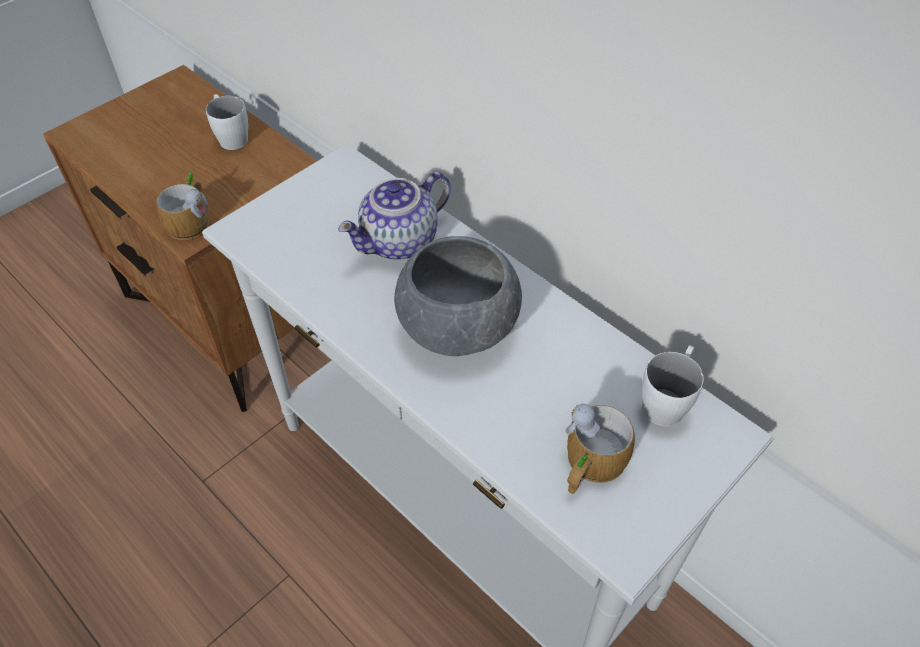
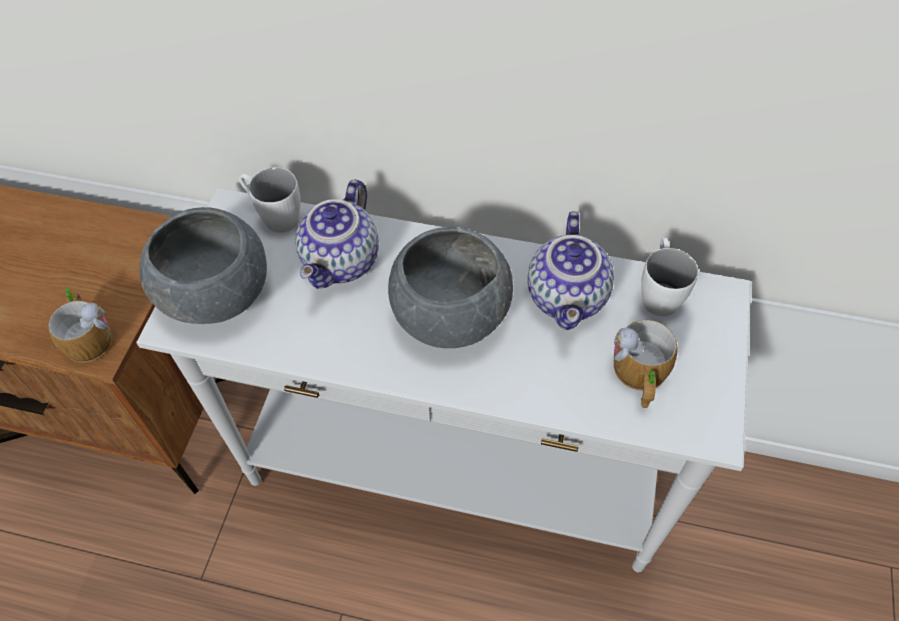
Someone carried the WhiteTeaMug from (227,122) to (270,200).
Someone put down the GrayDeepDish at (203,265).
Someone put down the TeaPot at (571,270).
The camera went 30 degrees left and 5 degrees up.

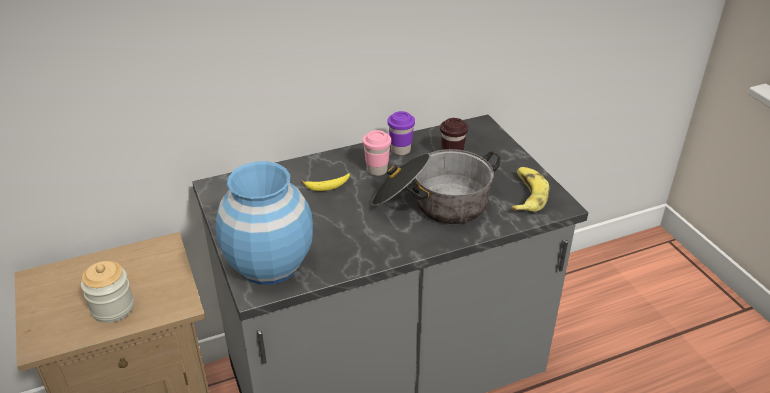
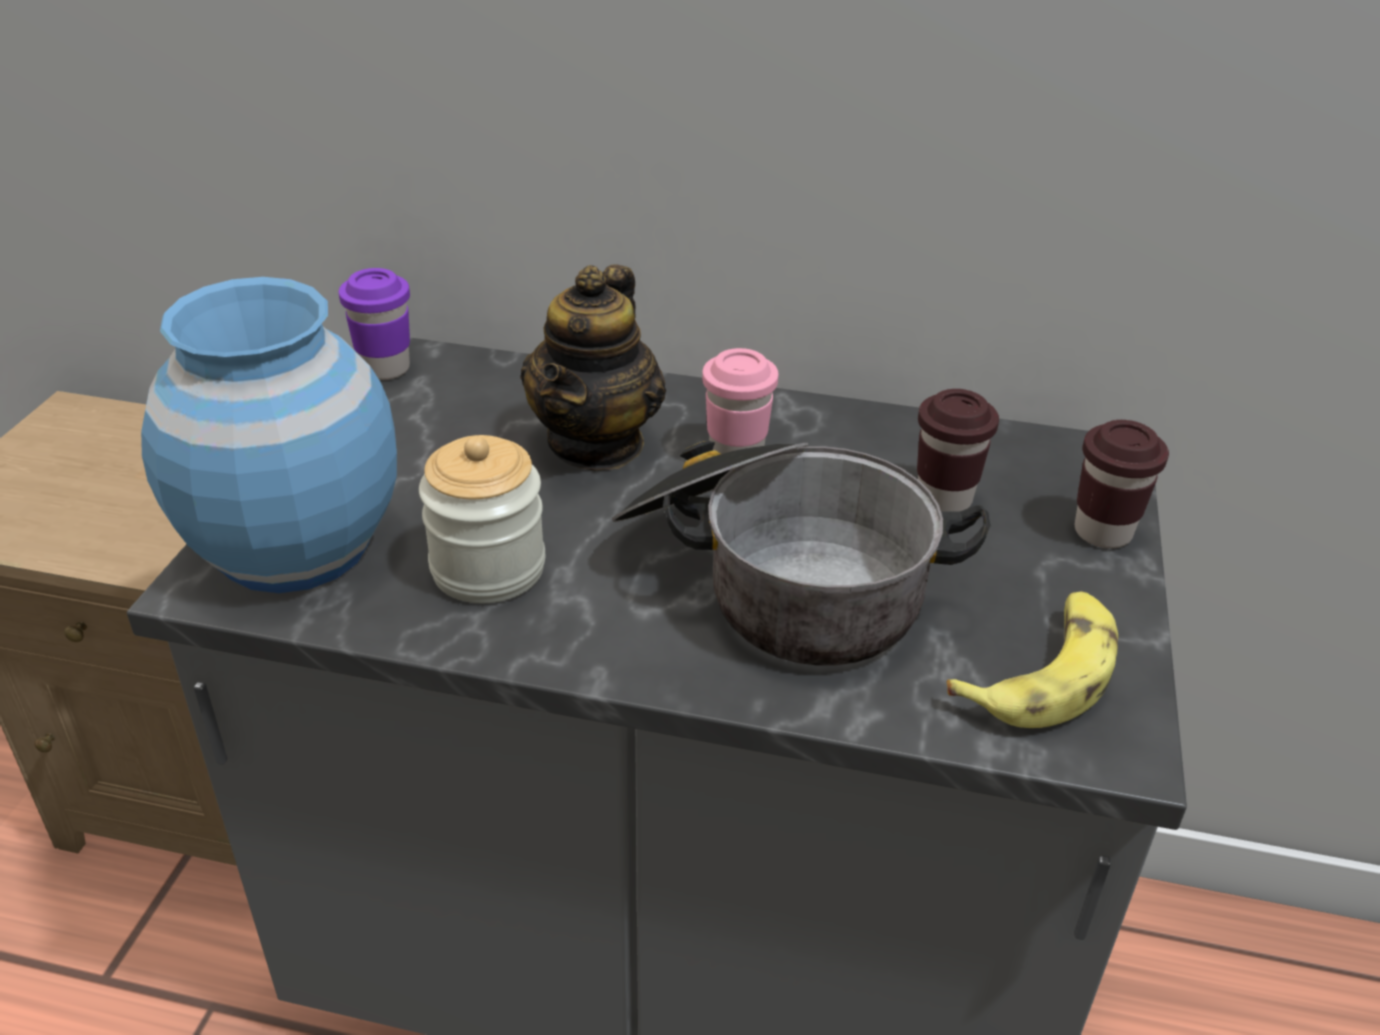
Someone carried the PurpleCup from (401,133) to (374,324).
Someone swapped the Banana at (325,182) for the TeaPot at (593,367).
Someone carried the StorageJar from (107,292) to (482,519).
Someone put down the BrownishCup at (1122,484).
The camera went 35 degrees right and 0 degrees up.

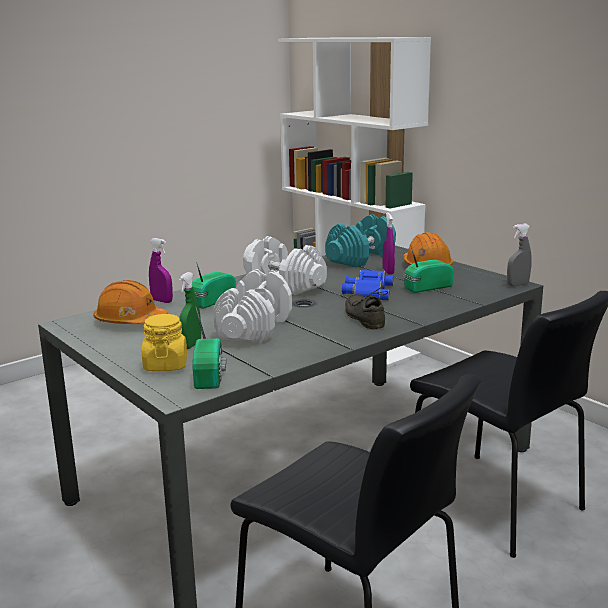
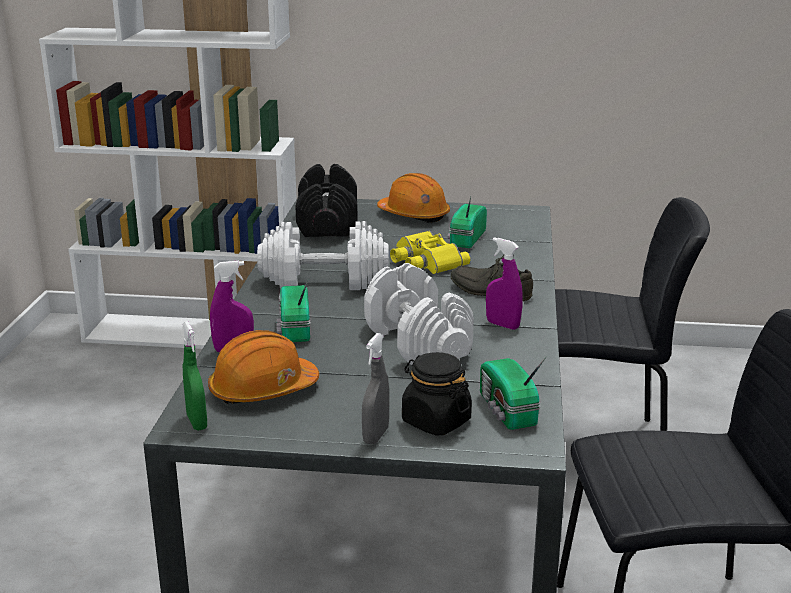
Someone carried the PurpleSprayer from (389,243) to (504,283).
Someone repainted the TurquoiseColouredDumbbell at (360,241), which became the BlackDumbbell at (326,200).
Someone carried the GraySprayer from (519,254) to (375,388).
Someone repainted the BlueFieldGlasses at (368,285), which became the YellowishFieldGlasses at (430,252).
Someone carried the GreenishSprayer from (190,310) to (194,376).
Someone rotated the RadioReceiver at (210,347) by 150 degrees counterclockwise.
Someone repainted the YellowishStorageJar at (164,342), which became the BlackStorageJar at (437,393).
The camera went 45 degrees left and 5 degrees up.

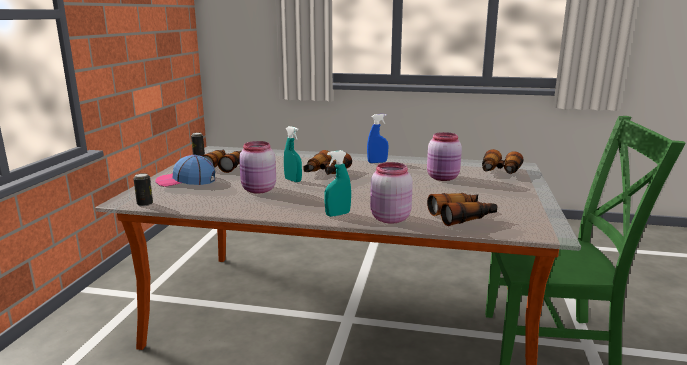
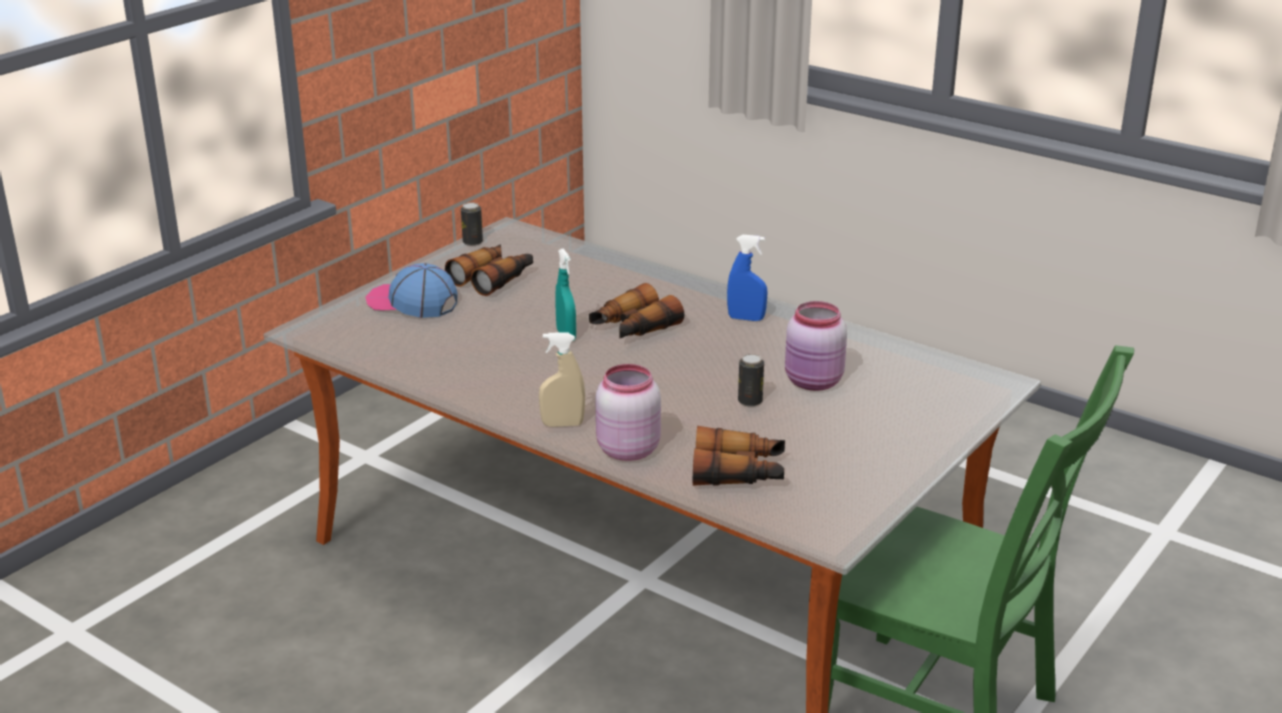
Someone took away the PinkColouredStorageJar at (257,167).
Someone took away the FieldGlasses at (502,161).
Someone repainted the TurquoiseColouredSprayer at (337,183), which became the SandColouredSprayer at (562,379).
Someone carried the Can from (143,189) to (751,380).
The camera went 25 degrees right and 10 degrees up.

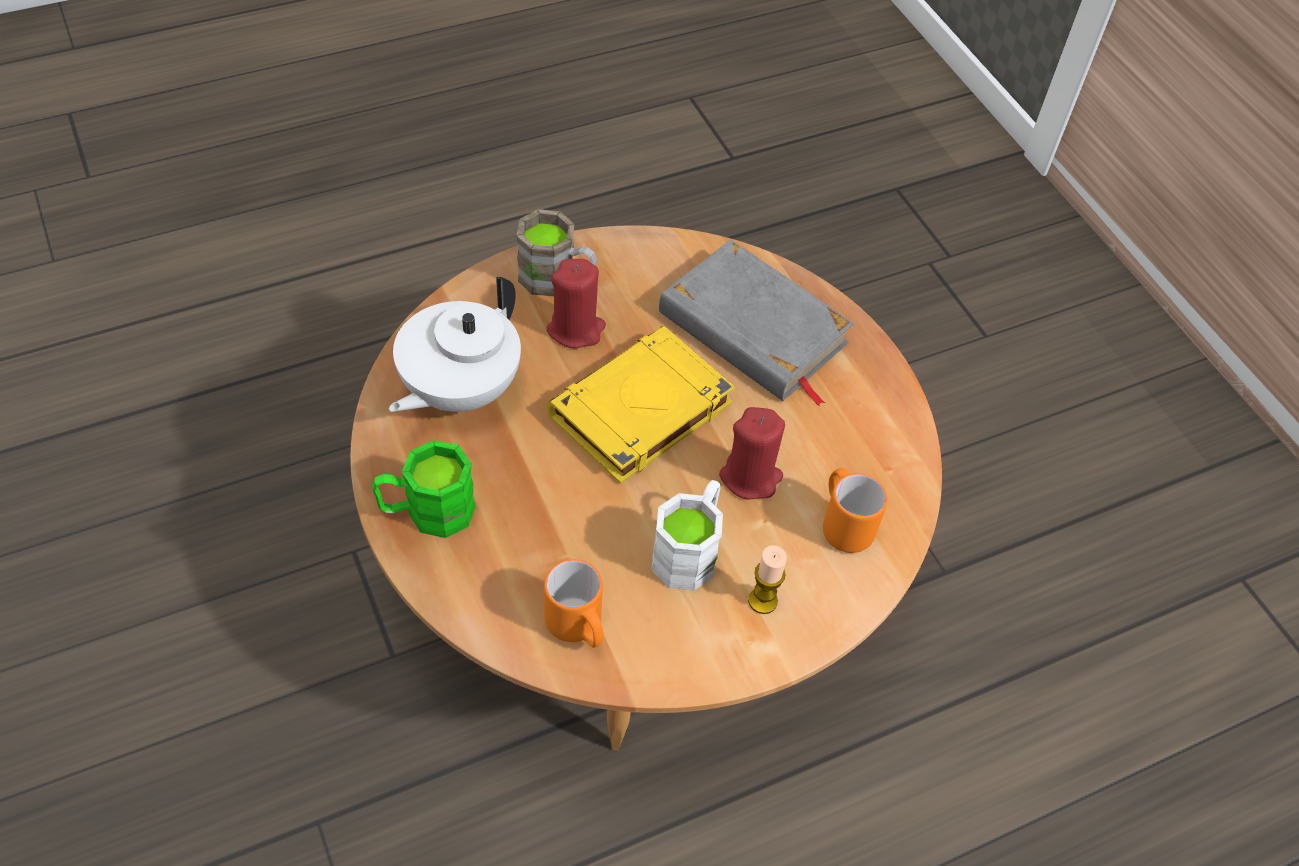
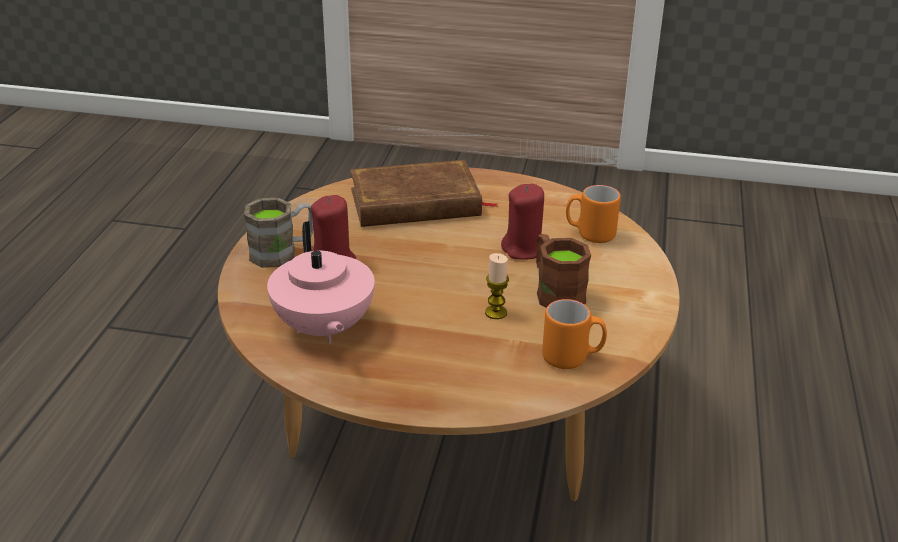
Someone repainted the GrayVolume at (756,323), which became the BrownishVolume at (424,193).
Someone repainted the WhiteTeaPot at (455,344), which became the PinkColouredTeaPot at (321,282).
Someone took away the YellowishVolume at (641,405).
Someone took away the GreenishTeaMug at (424,489).
Someone repainted the WhiteTeaMug at (687,535), which became the BrownishTeaMug at (563,271).
Someone carried the WaxCandle from (767,579) to (497,286).
The camera went 50 degrees left and 20 degrees down.

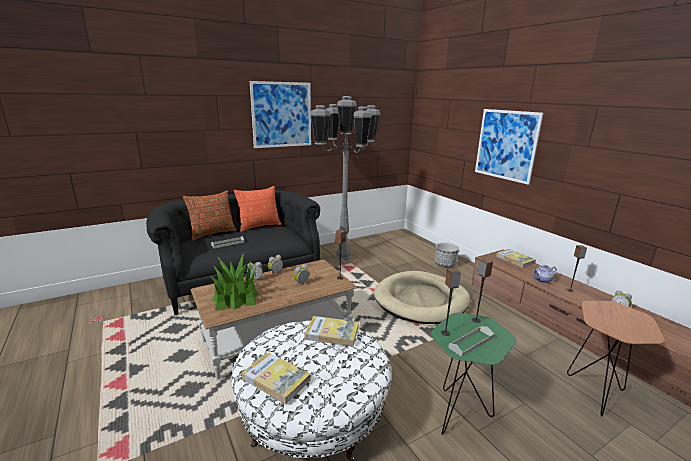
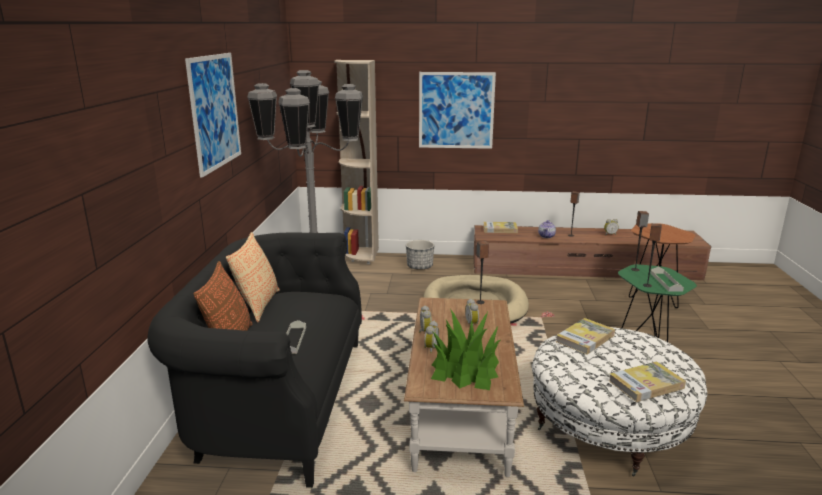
Someone repainted the OrangeThrowPillow at (257,209), which became the SandColouredThrowPillow at (253,277).
Someone put down the SandColouredShelvingUnit at (356,162).
The camera went 55 degrees left and 0 degrees up.

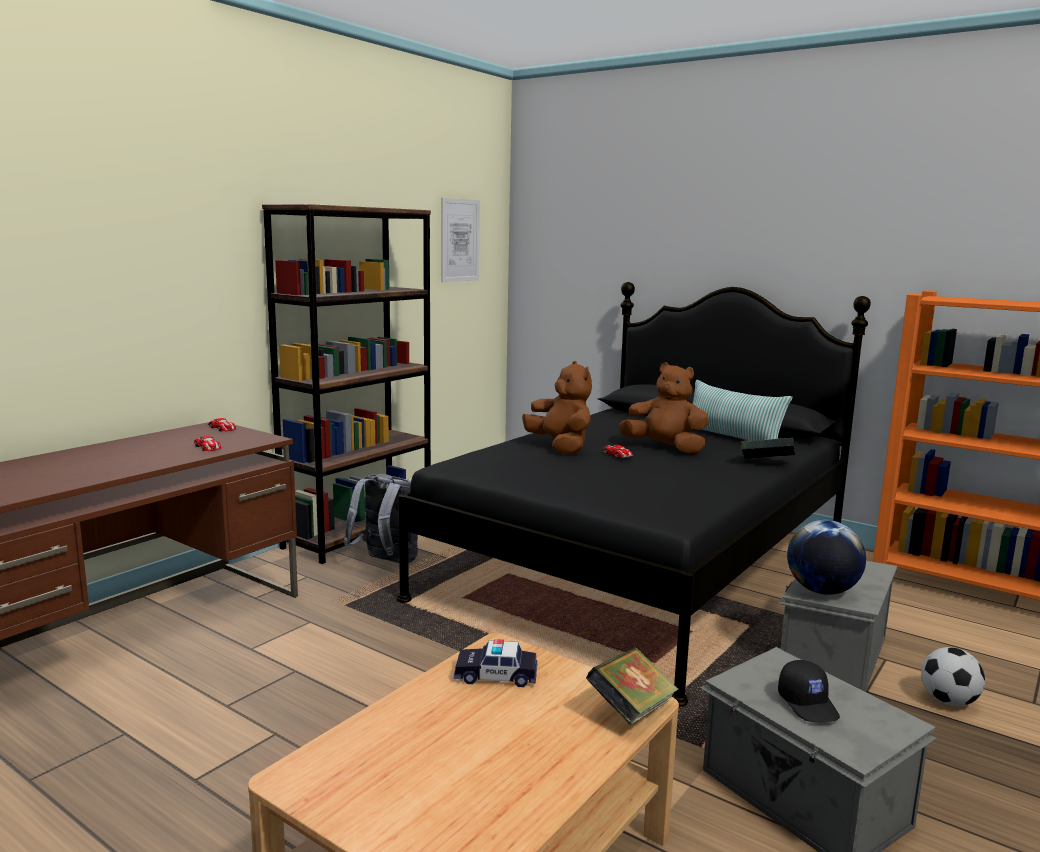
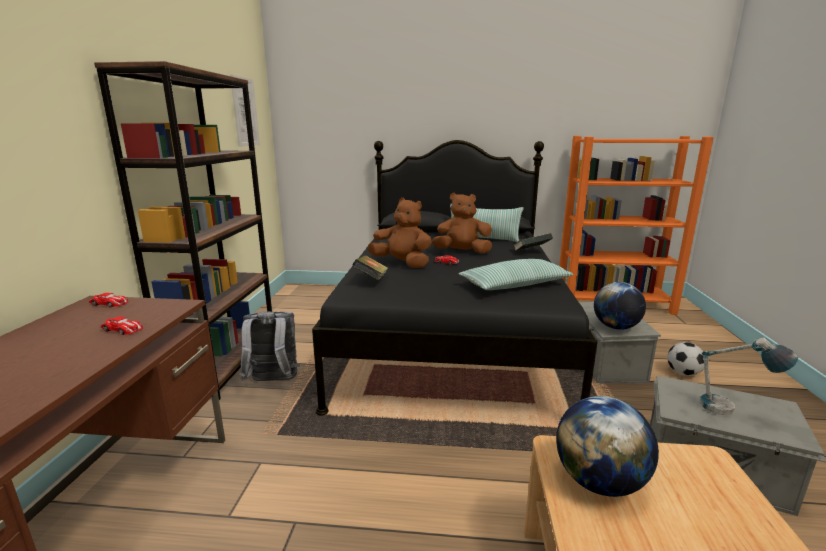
Someone swapped the MiniatureCar at (496,663) for the Globe at (607,446).
Someone carried the Volume from (632,686) to (370,267).
Someone swapped the BlackBaseballCap at (809,691) for the TabletopLamp at (749,376).
Someone put down the ThrowPillow at (515,274).
The camera went 30 degrees left and 5 degrees up.

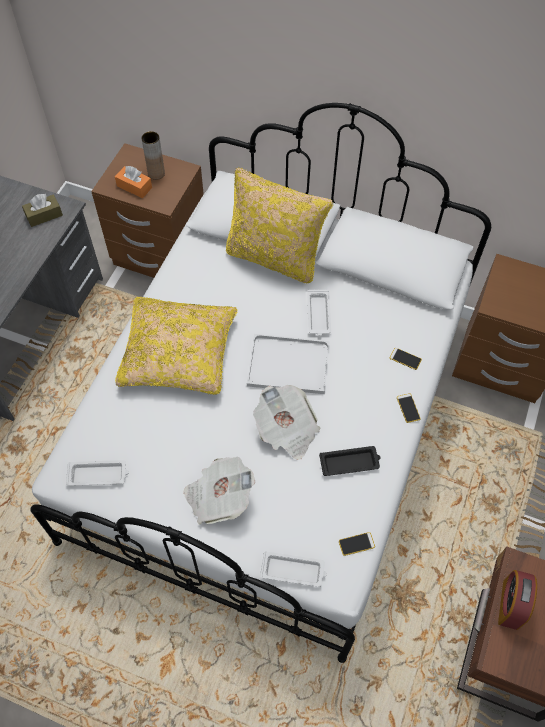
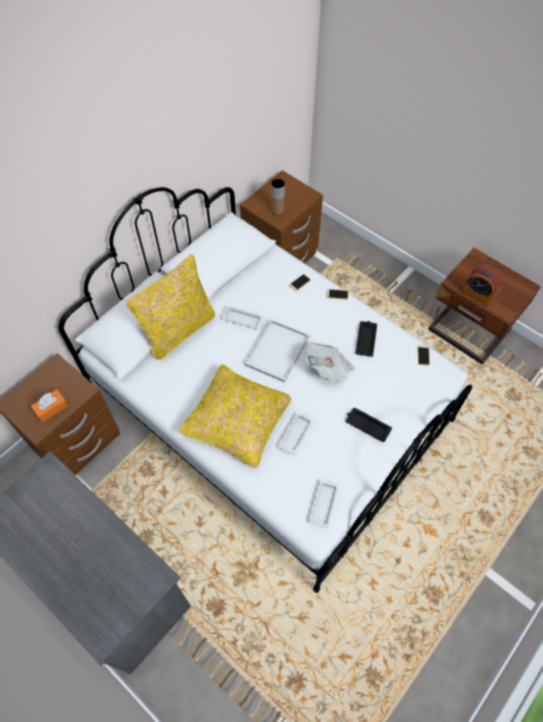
Someone carried the BrownishVase from (153,155) to (278,197).
Someone took away the BrownishTissueBox at (42,210).
Someone swapped the PrintedPaper at (219,490) for the BlackCarryingTray at (369,425).
Someone carried the WhiteCarryingTray from (293,569) to (295,433).
The camera went 70 degrees left and 0 degrees up.

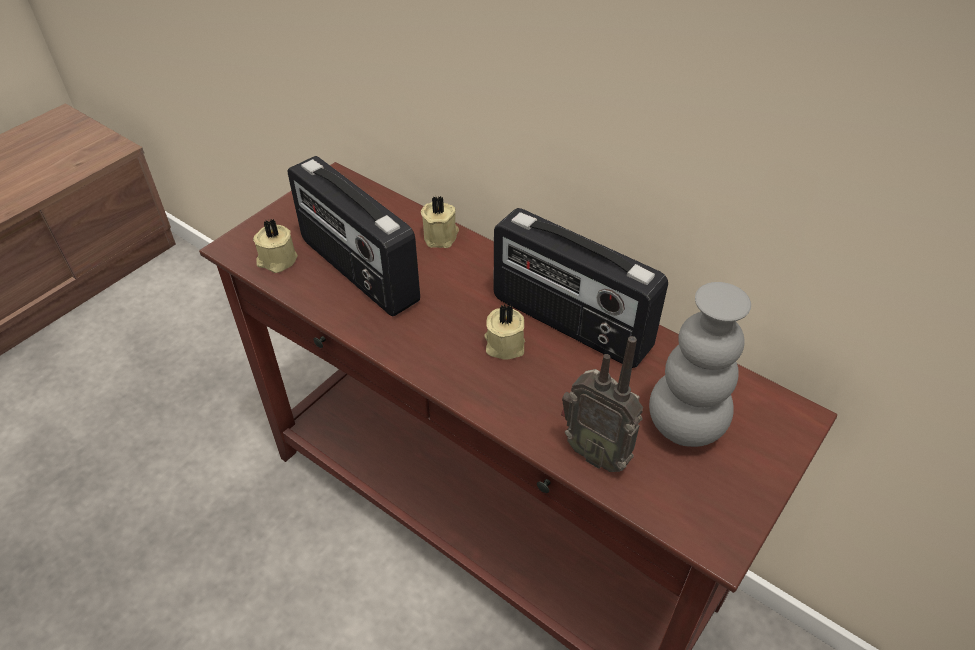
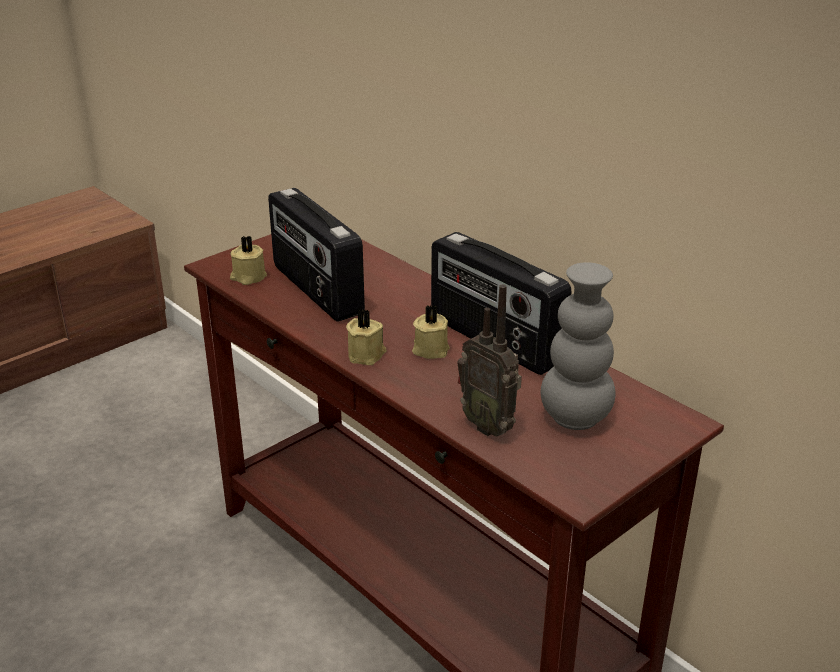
Someone carried the SandColouredWaxCandle from (440,222) to (366,337).
The camera went 10 degrees right and 15 degrees down.

